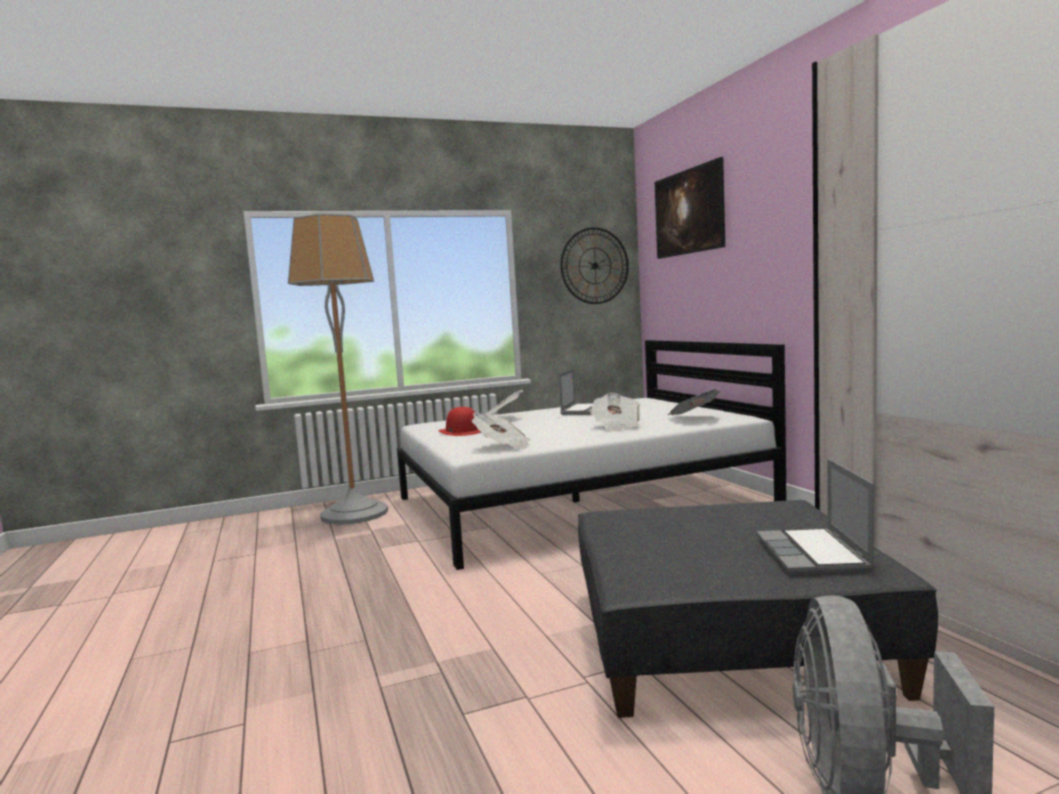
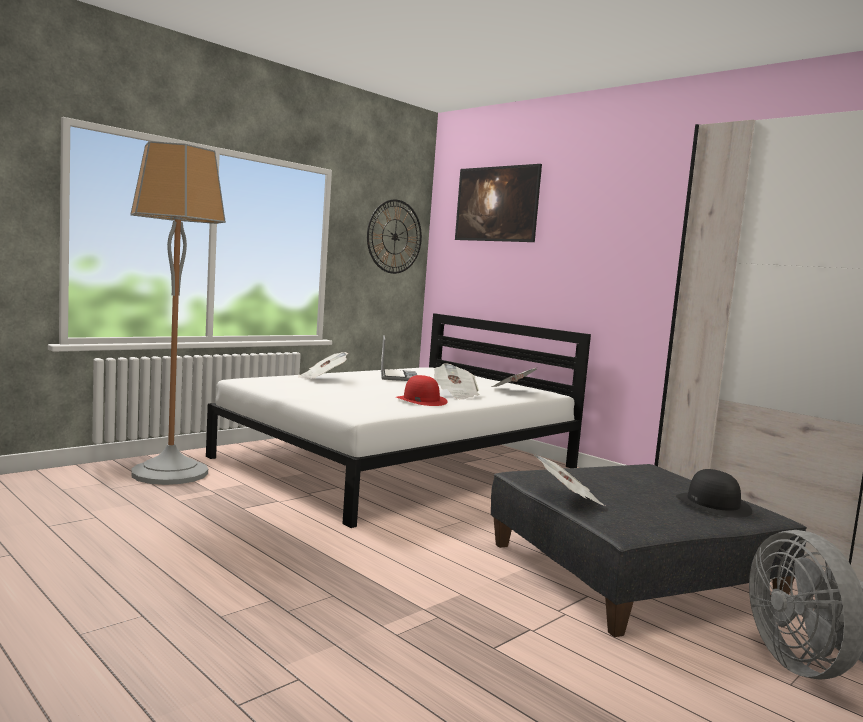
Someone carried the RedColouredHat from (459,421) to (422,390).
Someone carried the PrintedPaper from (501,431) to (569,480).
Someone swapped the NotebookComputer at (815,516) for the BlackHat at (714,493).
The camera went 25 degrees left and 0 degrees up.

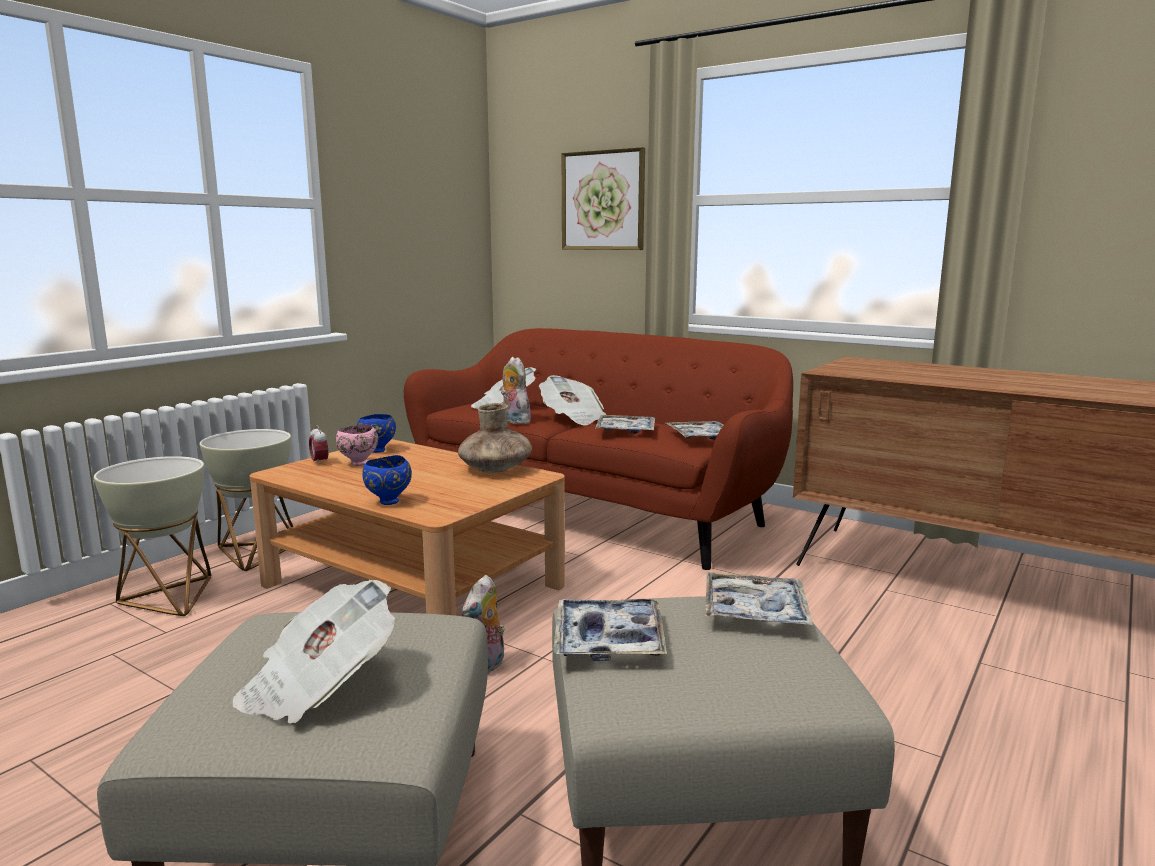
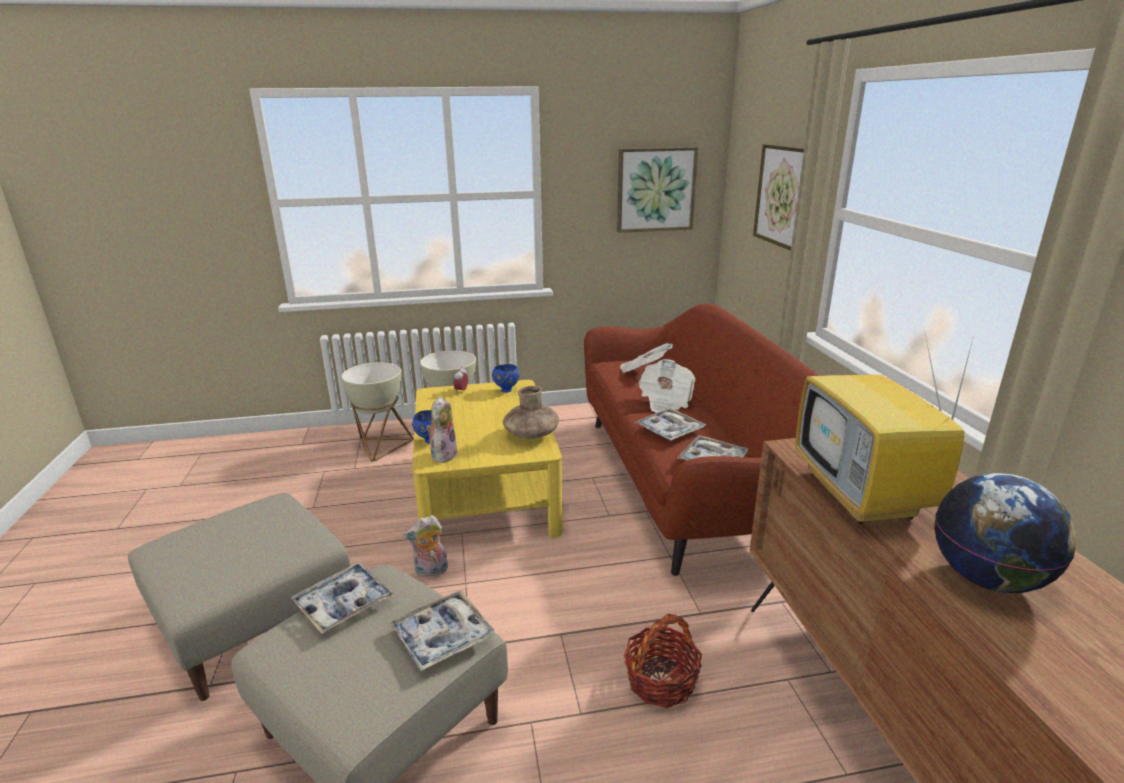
Someone carried the PlushToy from (516,390) to (442,429).
Someone took away the PinkColouredDeepDish at (357,445).
Someone repainted the BrownishLoungeTable at (407,527), which became the YellowishLoungeTable at (487,459).
Someone took away the PrintedPaper at (314,652).
Someone put up the Picture at (657,190).
Someone put down the TvSet at (884,427).
Someone put down the Globe at (1005,533).
Someone put down the StorageBasket at (663,661).
The camera went 45 degrees right and 10 degrees up.

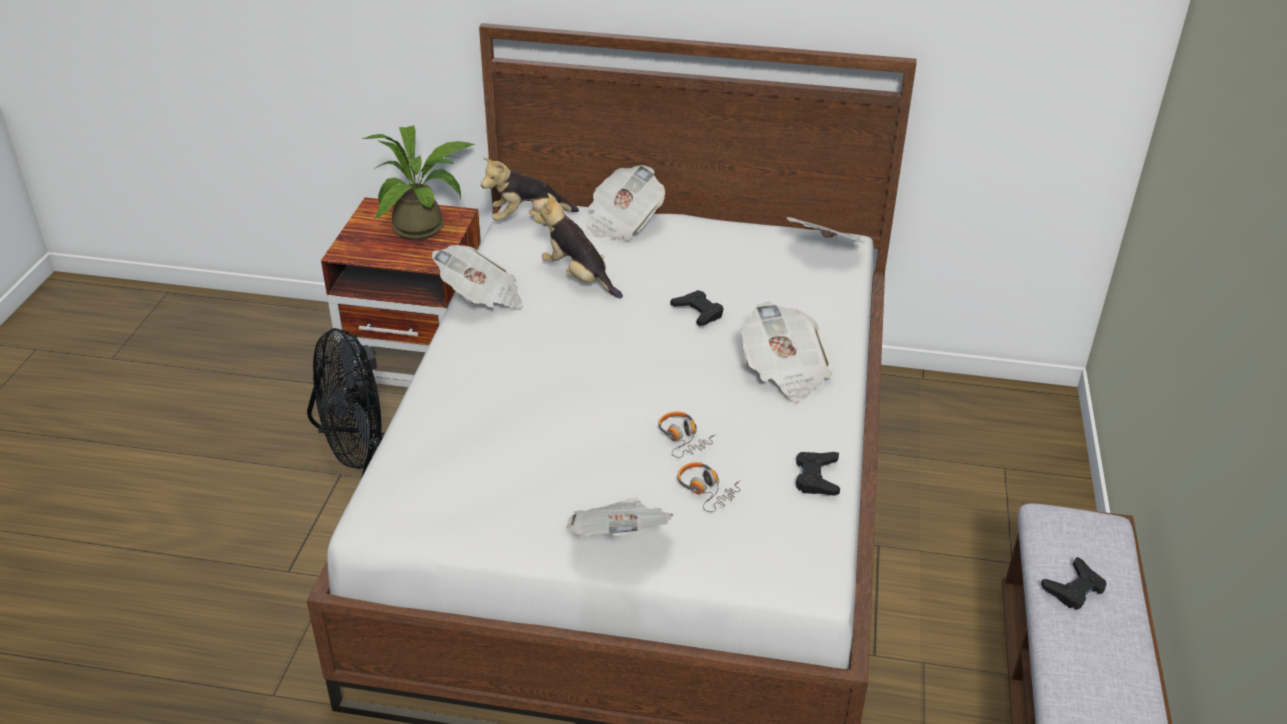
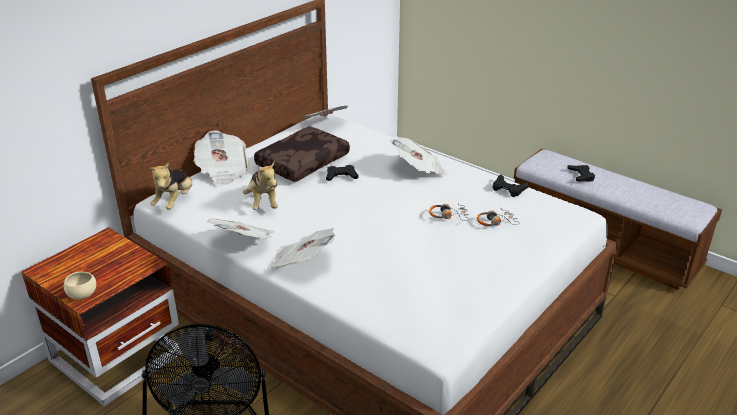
Someone took away the PottedPlant at (418,182).
Someone rotated the PlushToy at (578,246) by 90 degrees counterclockwise.
Someone carried the PrintedPaper from (620,517) to (303,248).
Someone put down the BrownishThrowPillow at (302,154).
Someone put down the SandColouredDeepDish at (80,286).
The camera went 60 degrees left and 5 degrees down.

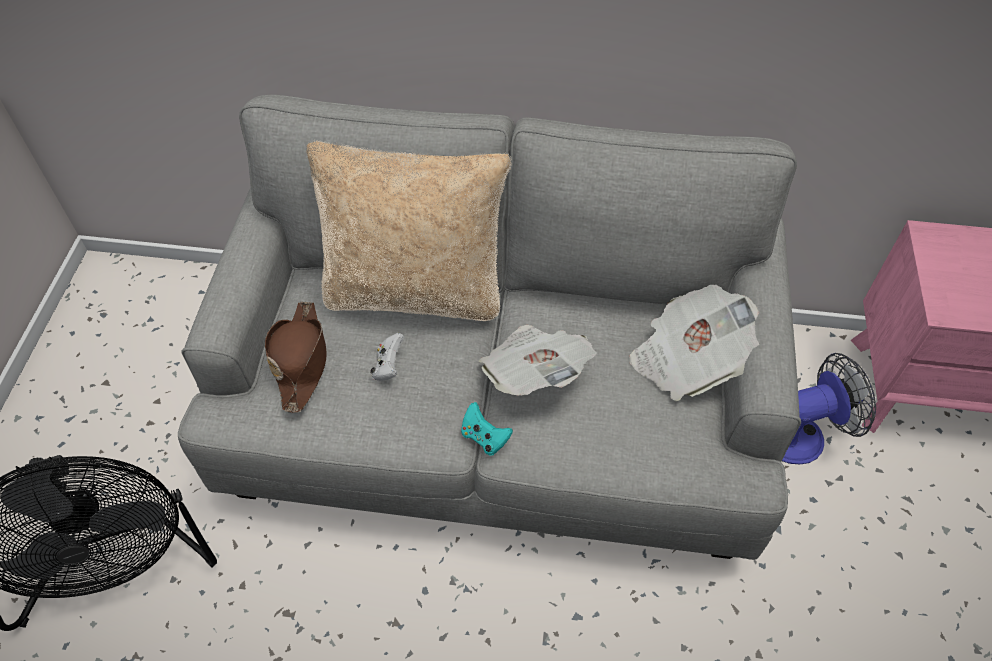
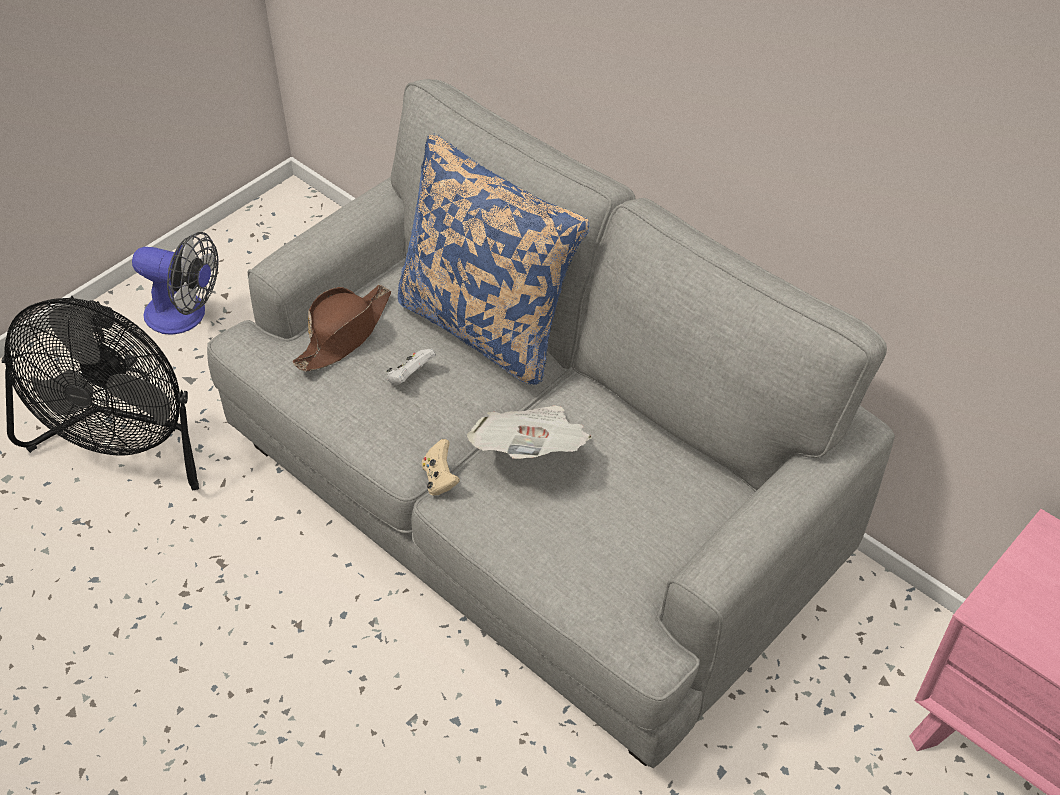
Someone repainted the SandColouredThrowPillow at (409,230), which became the BlueThrowPillow at (494,259).
Someone took away the PrintedPaper at (694,343).
Someone carried the CoolingFan from (829,408) to (175,283).
Someone repainted the TurquoiseColouredGameController at (487,429), which became the SandColouredGameController at (441,467).
The camera went 35 degrees right and 5 degrees down.

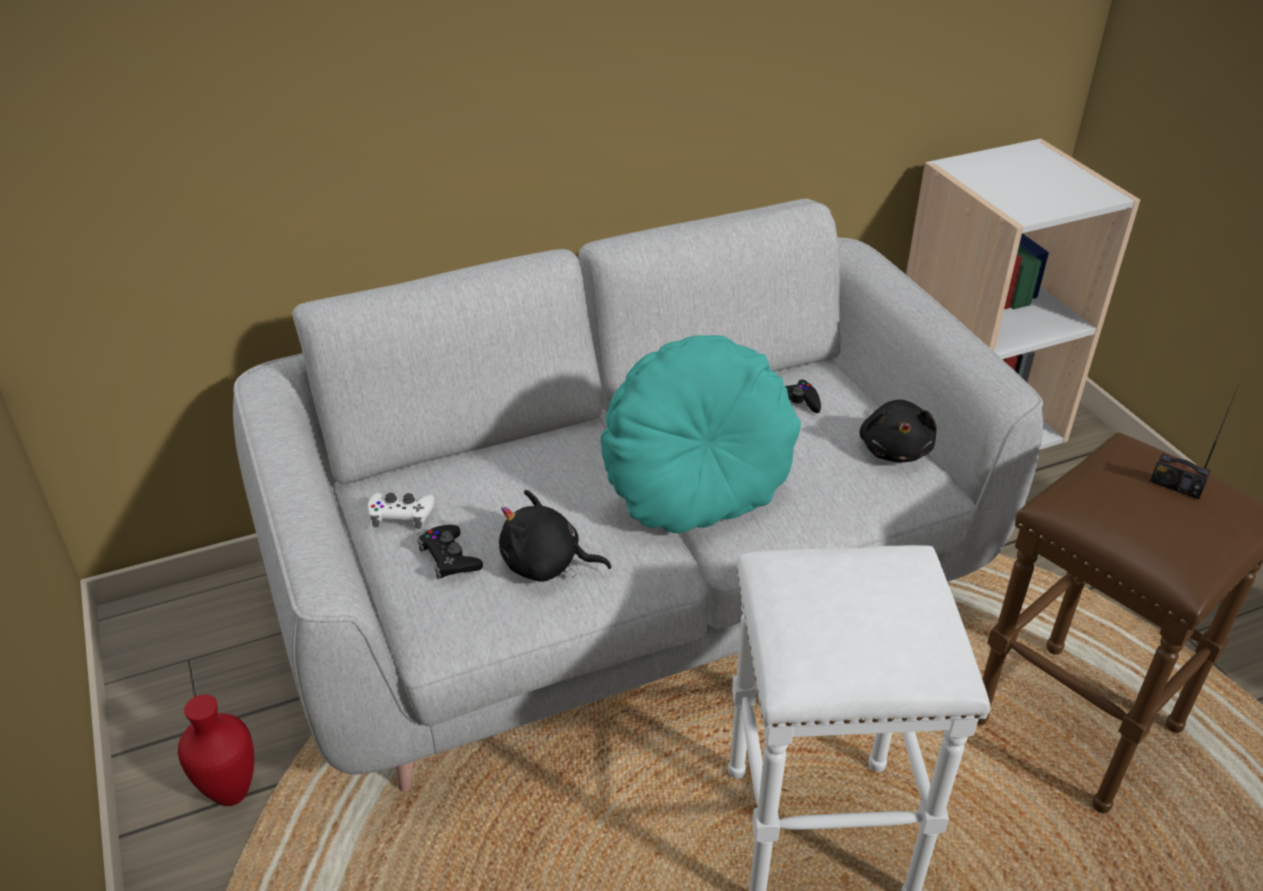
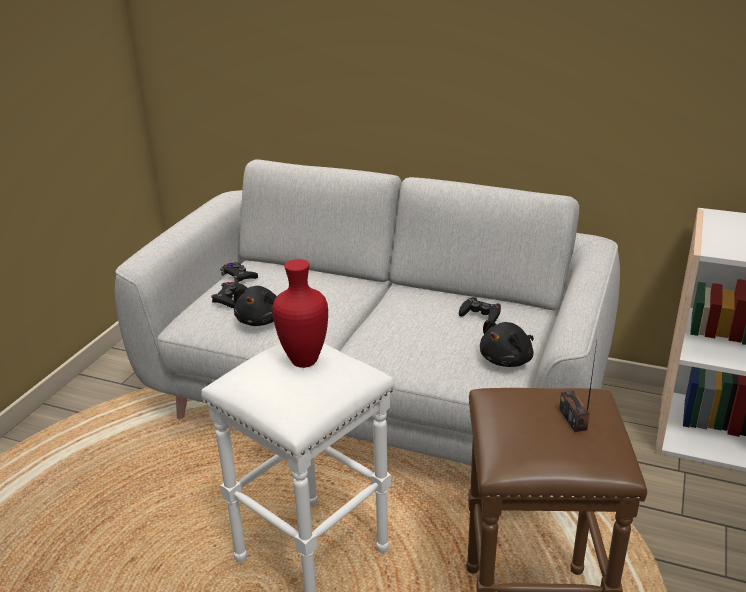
Someone took away the TurquoiseColouredThrowPillow at (701,434).
Someone rotated the BlackPlushToy at (555,536) by 135 degrees counterclockwise.
Someone repainted the WhiteGameController at (401,511), which became the BlackGameController at (239,272).
Someone carried the RedColouredVase from (216,750) to (300,313).
The camera went 45 degrees right and 10 degrees down.

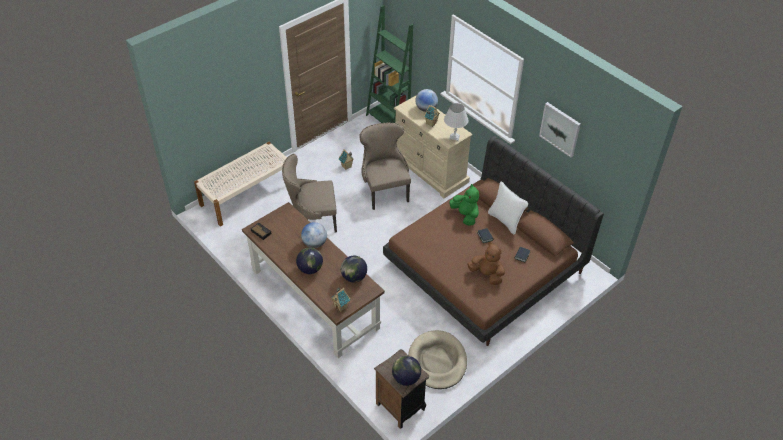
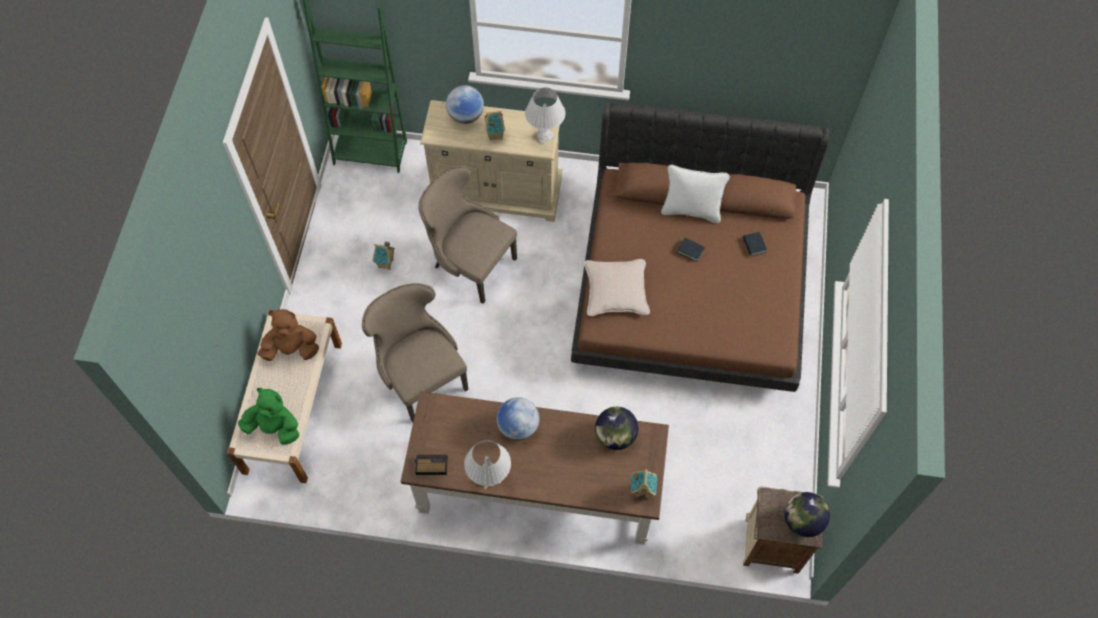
Someone took away the Picture at (560,129).
Someone rotated the SandColouredChair at (309,193) by 105 degrees clockwise.
Someone carried the GreenishPlushToy from (464,205) to (268,416).
Someone carried the BrownishPlushToy from (486,263) to (288,335).
Someone took away the Globe at (309,261).
Someone took away the SandColouredDogBed at (437,359).
Someone repainted the BlackBedsideTable at (401,389), which became the SandColouredBedsideTable at (783,529).
Someone put down the SandColouredThrowPillow at (617,287).
Someone put down the WhiteTabletopLamp at (487,464).
The camera went 40 degrees left and 15 degrees up.

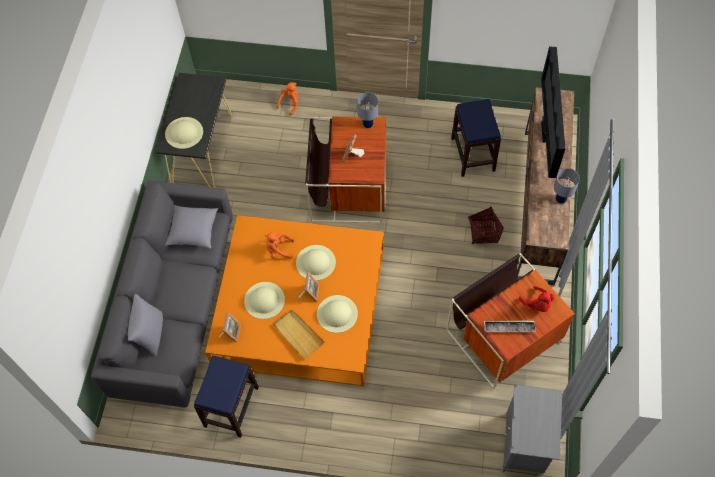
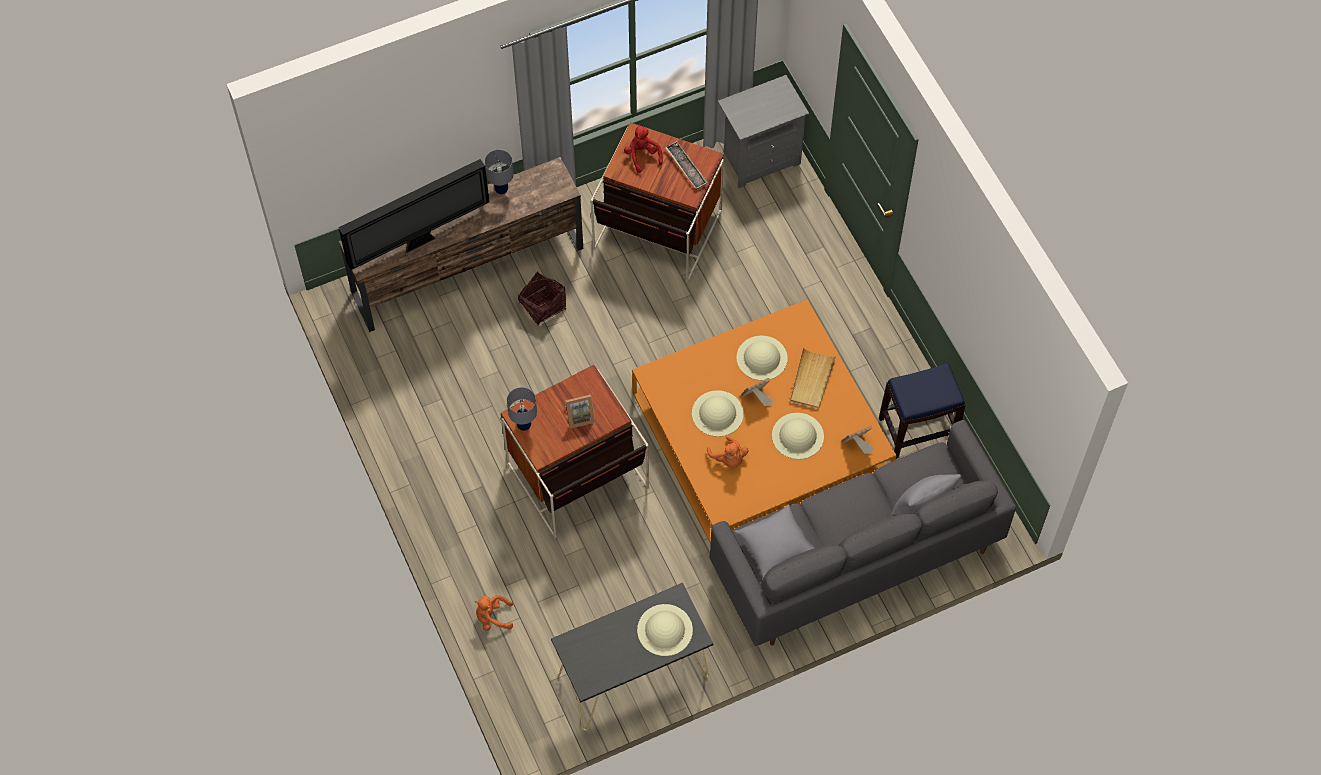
Someone took away the StoolSeat at (476,138).
Someone rotated the RedColouredPlushToy at (537,299) by 45 degrees counterclockwise.
The camera went 125 degrees left and 0 degrees up.

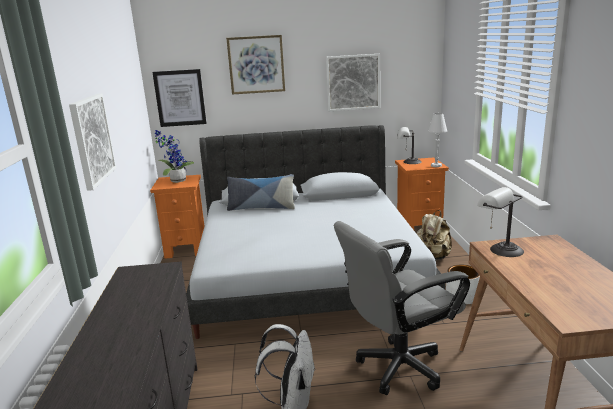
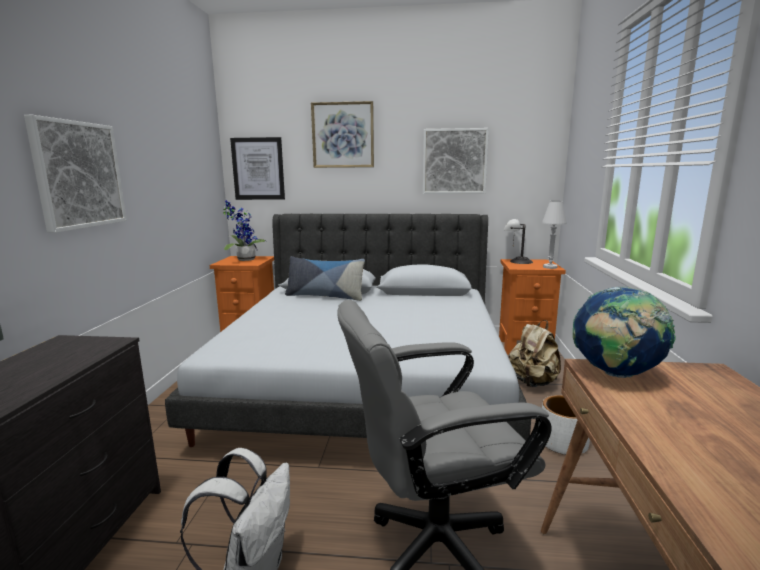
Someone swapped the TabletopLamp at (500,222) for the Globe at (624,332).
The camera went 10 degrees right and 5 degrees down.

